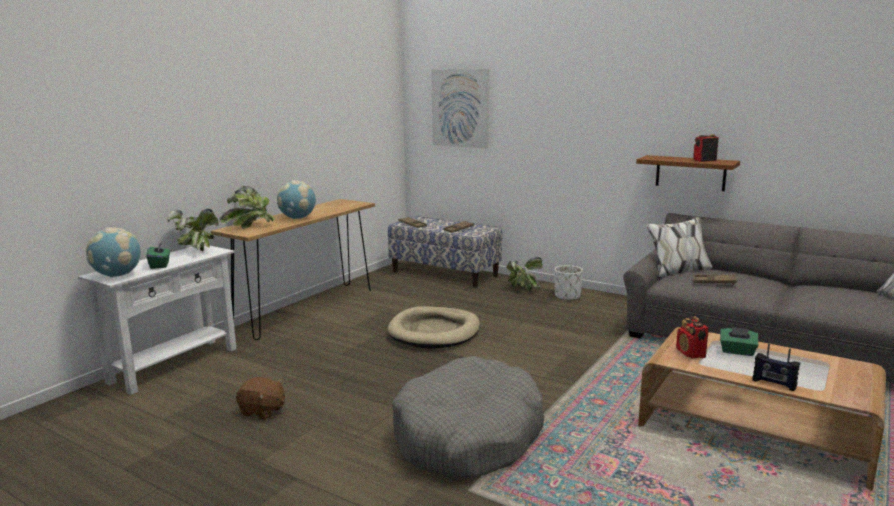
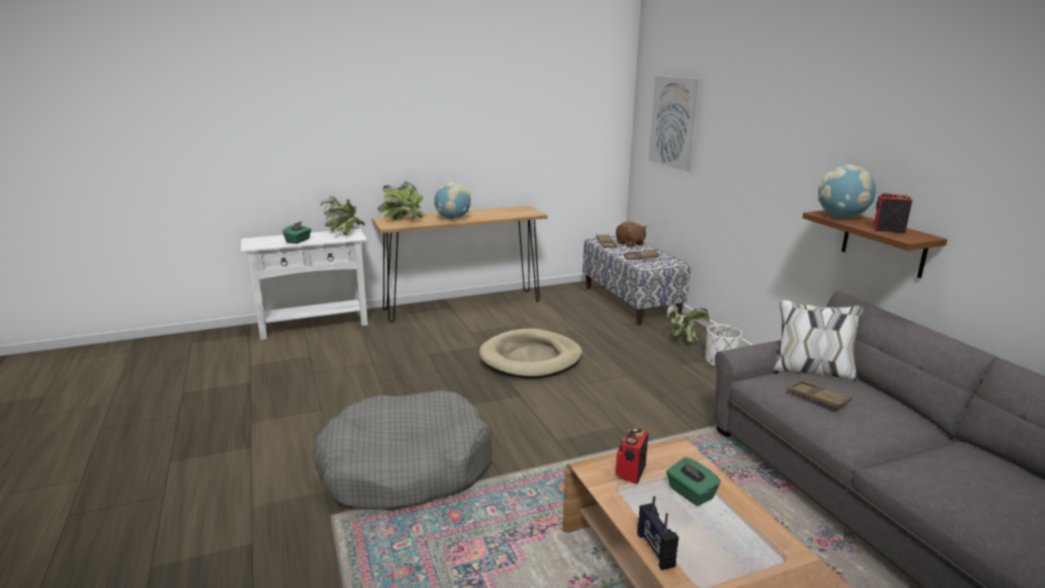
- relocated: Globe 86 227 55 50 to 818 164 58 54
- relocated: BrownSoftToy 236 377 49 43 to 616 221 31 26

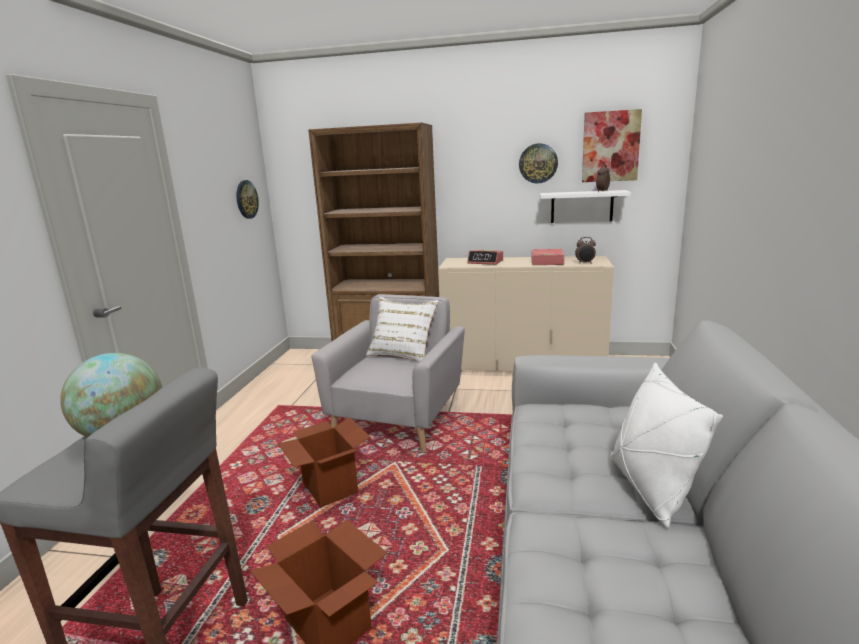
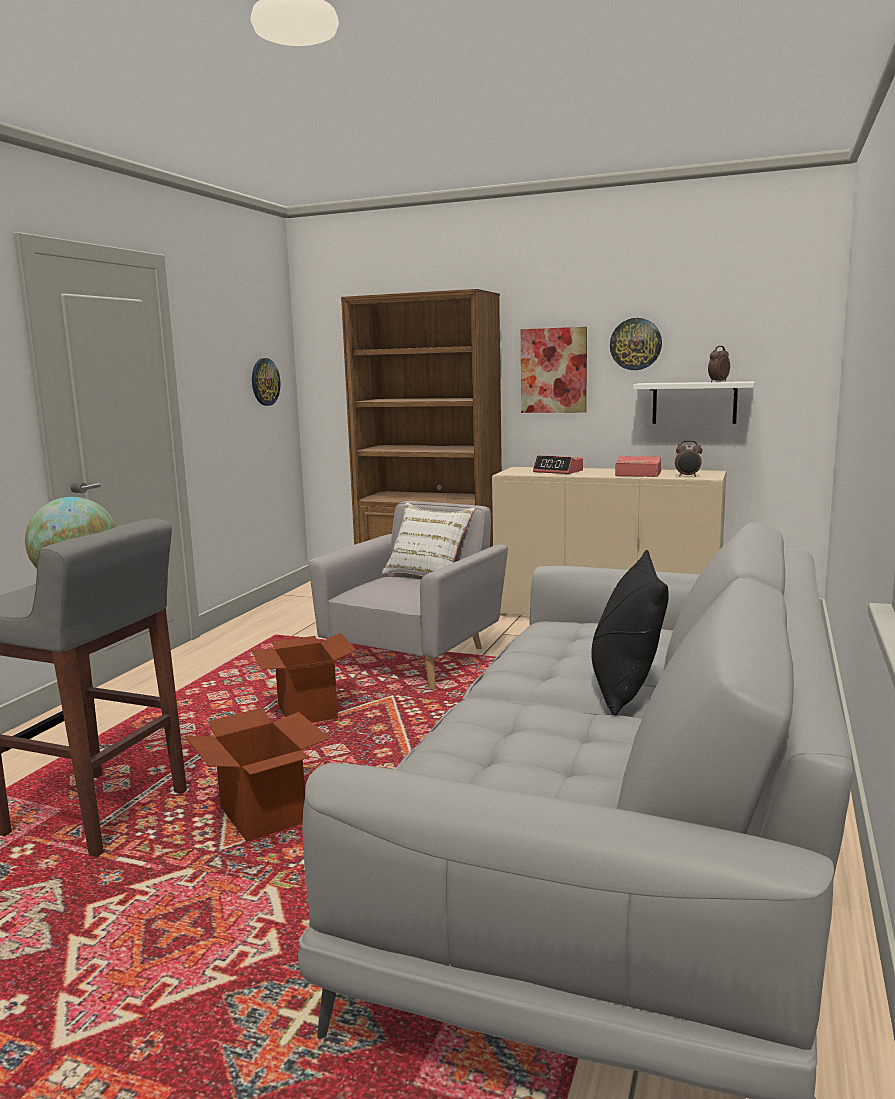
- relocated: WallArt 582 109 60 73 to 521 327 66 86
- colour: WhiteColouredCushion 610 363 113 165 to BlackColouredCushion 591 550 78 166

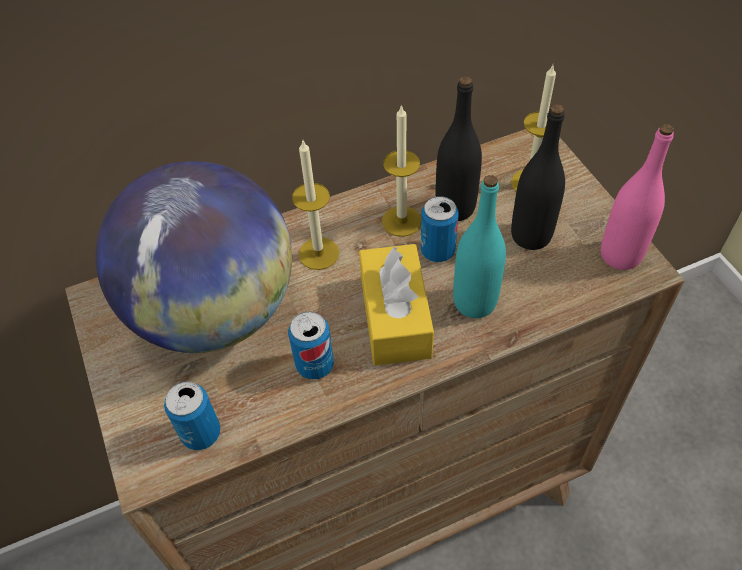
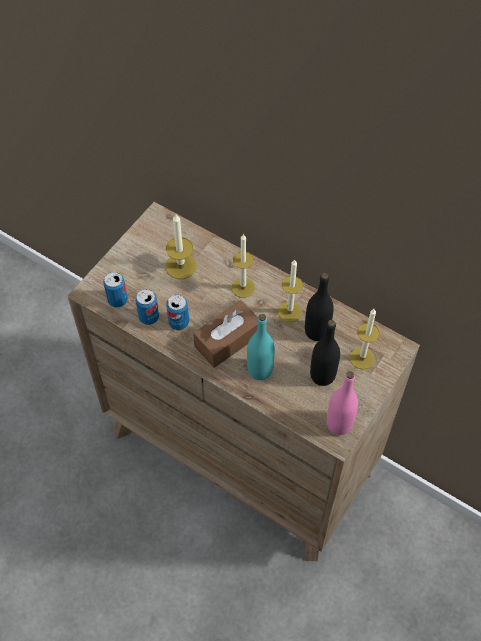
- exchanged: Globe 95 161 197 192 to WaxCandle 166 214 31 65
- colour: YellowTissueBox 359 244 75 122 to BrownTissueBox 193 300 65 68
- relocated: Can 421 196 37 66 to 135 289 24 36

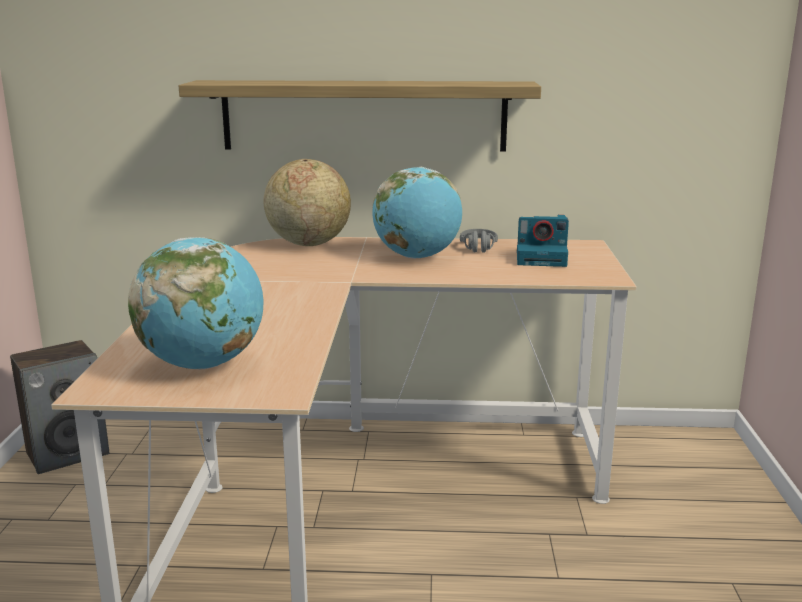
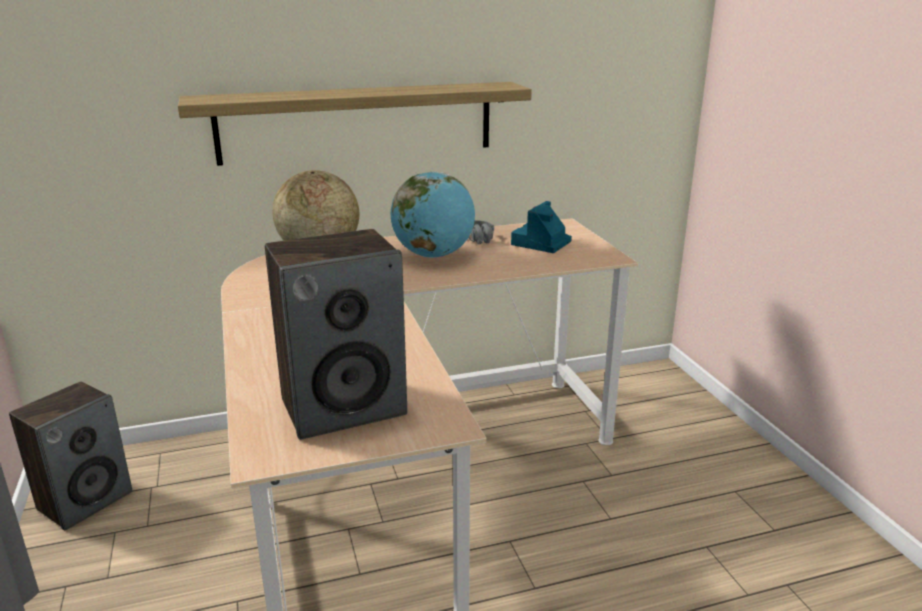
- exchanged: Globe 128 237 135 132 to AudioSpeaker 265 229 142 211
- spun: StillCamera 517 215 52 52 = 511 201 61 52 135 degrees clockwise

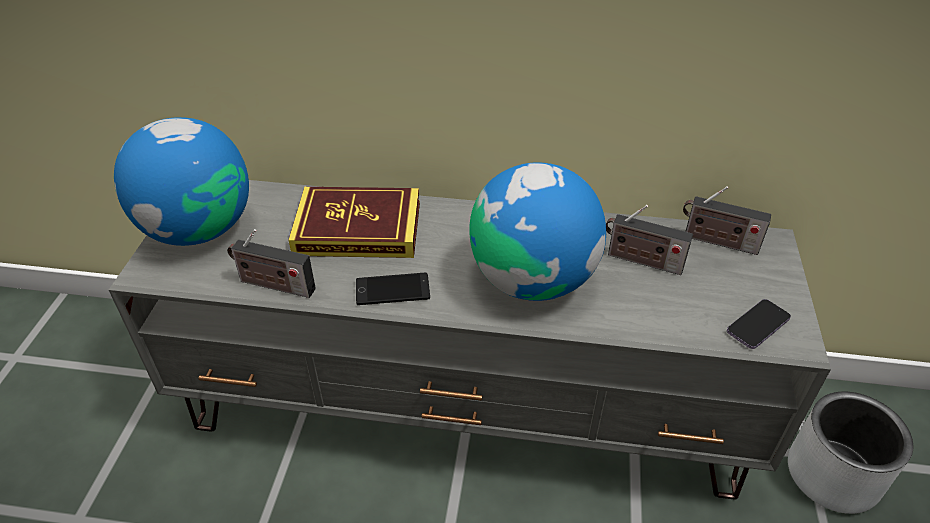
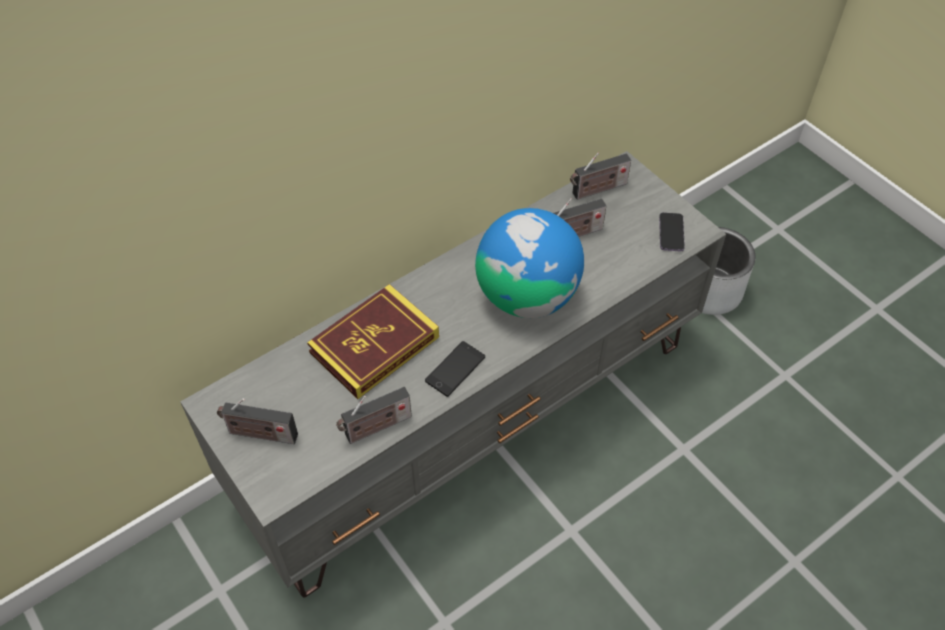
- exchanged: Globe 114 117 135 129 to Radio 217 398 81 46

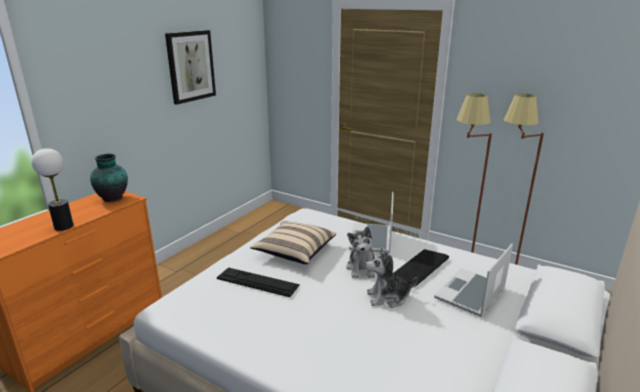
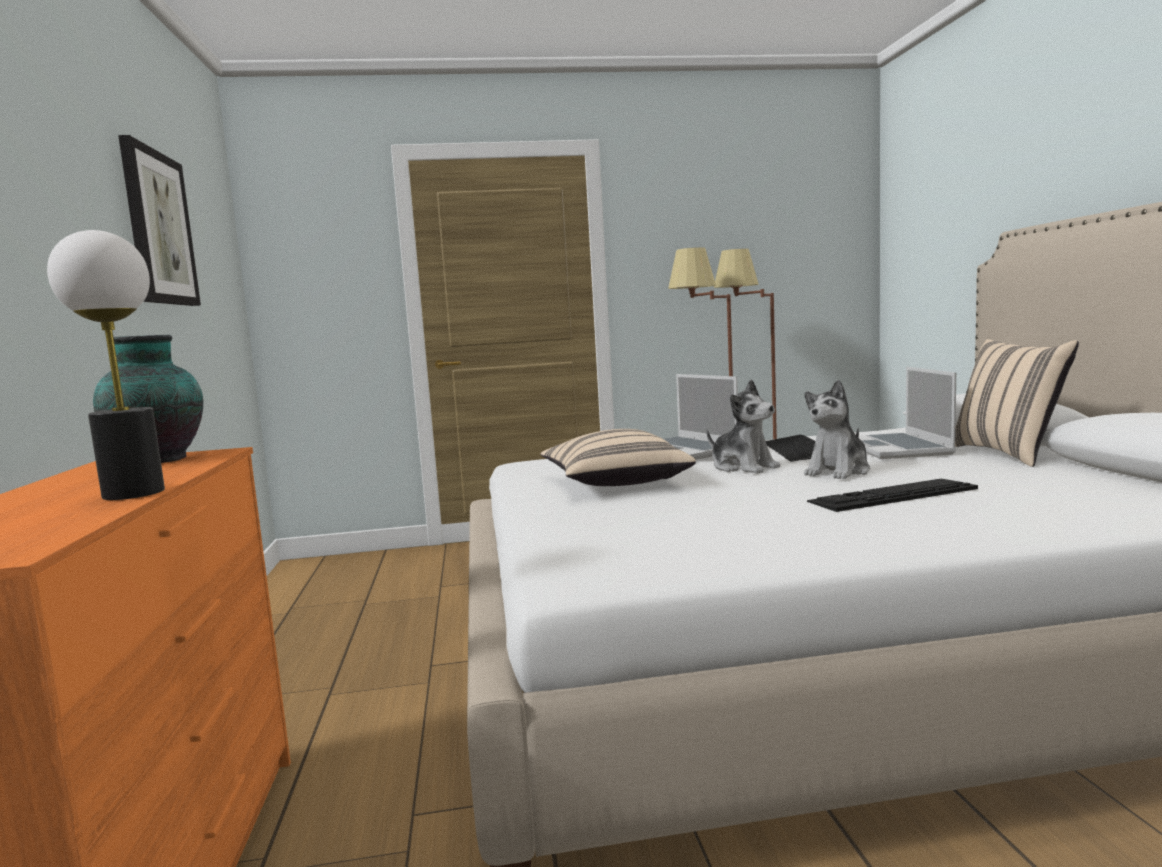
- relocated: Keyboard 217 267 83 30 to 807 479 171 33
- appeared: SandColouredCushion 955 339 124 128

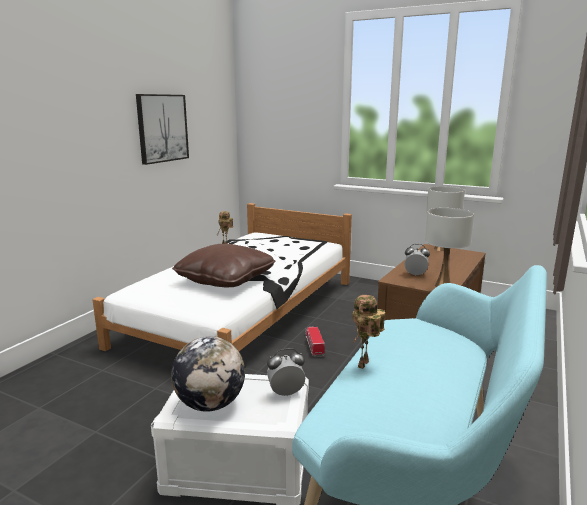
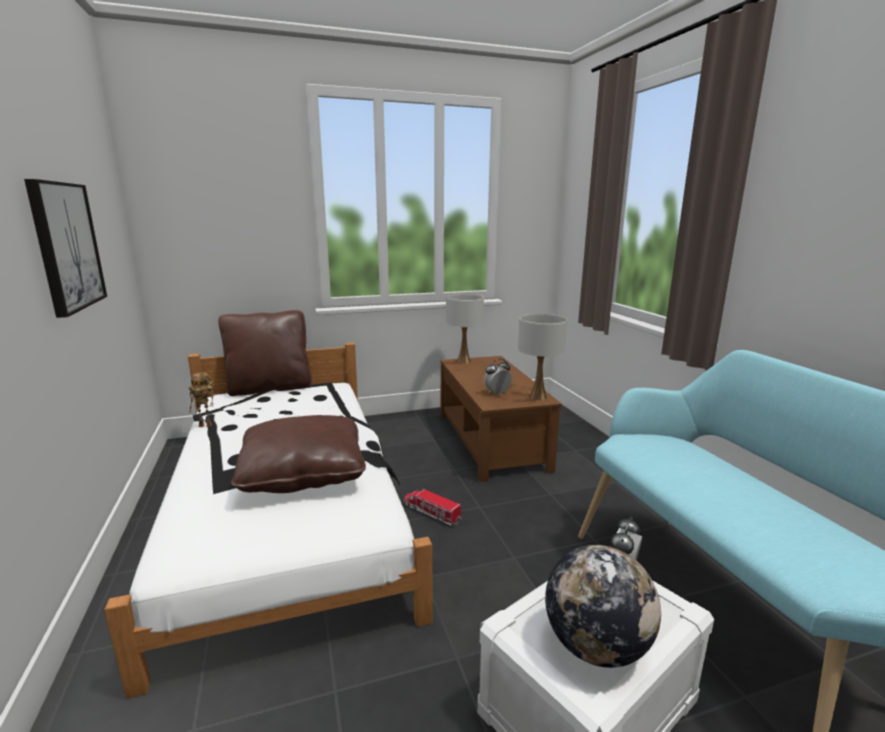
- missing: ToyRobot 352 295 33 74
- appeared: BrownCushion 218 310 94 86

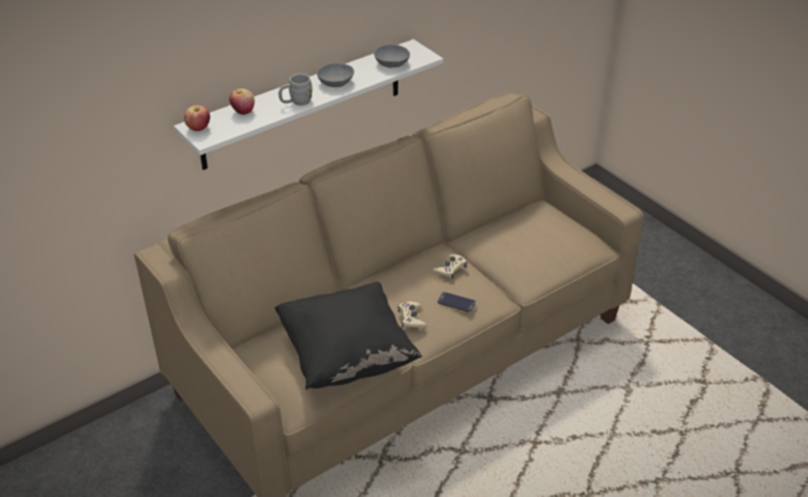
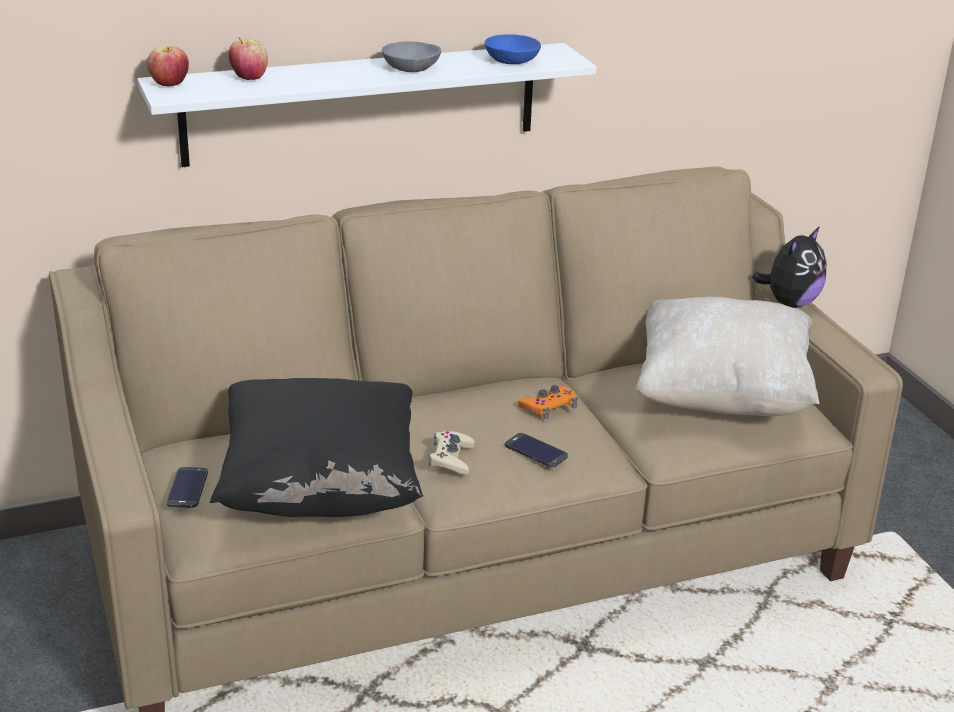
- missing: GrayTeaMug 279 74 33 32
- colour: GrayServingBowl 374 44 36 24 to BlueServingBowl 484 34 57 30
- colour: SandColouredGameController 433 254 34 25 to OrangeyGameController 518 385 60 34
- appeared: Phone 167 467 41 41
- appeared: SandColouredCushion 635 296 184 120
- appeared: SoftToy 751 226 75 82

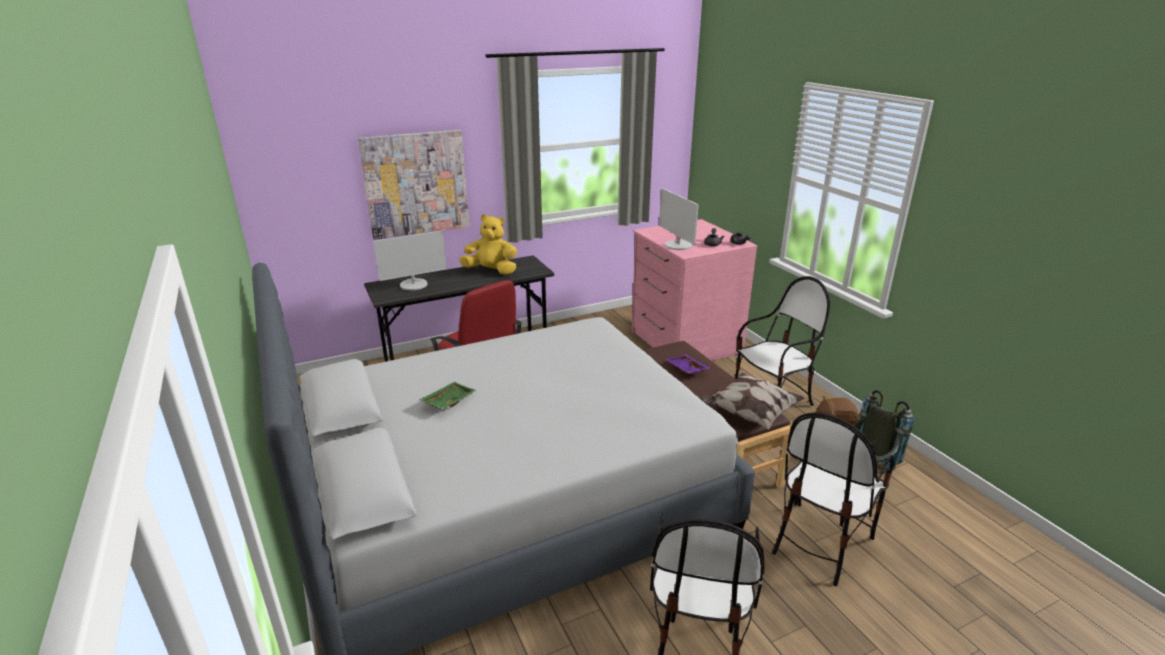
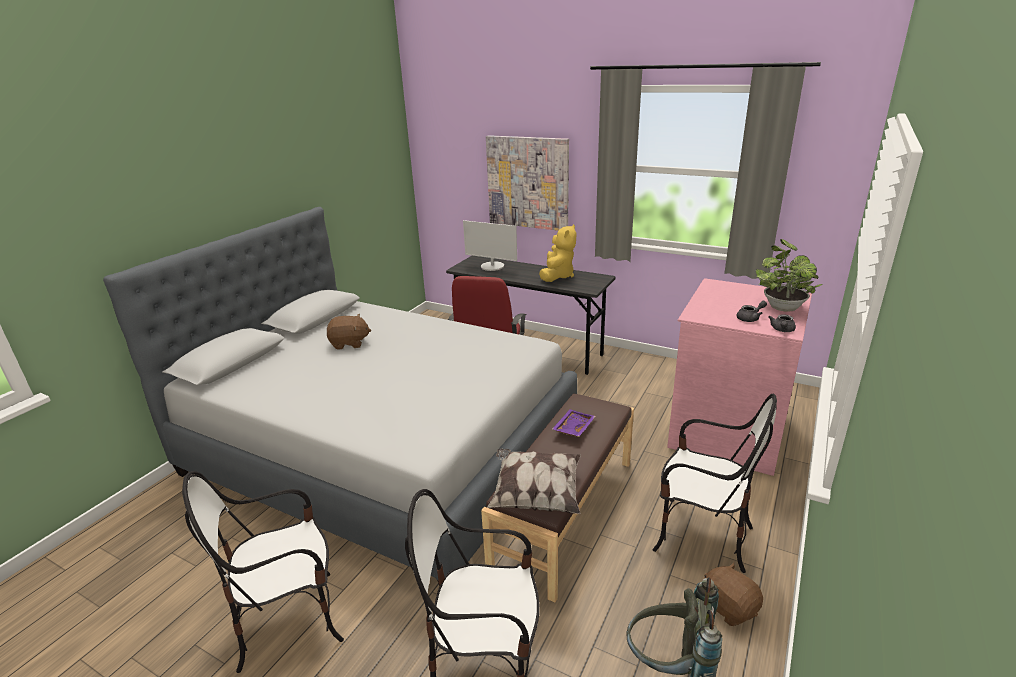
- exchanged: GreenishCarryingTray 419 382 58 27 to BrownSoftToy 327 314 44 36
- spun: YellowSoftToy 459 214 58 61 = 539 224 38 58 45 degrees clockwise
- missing: Monitor 659 188 40 62
- appeared: Houseplant 755 239 68 73

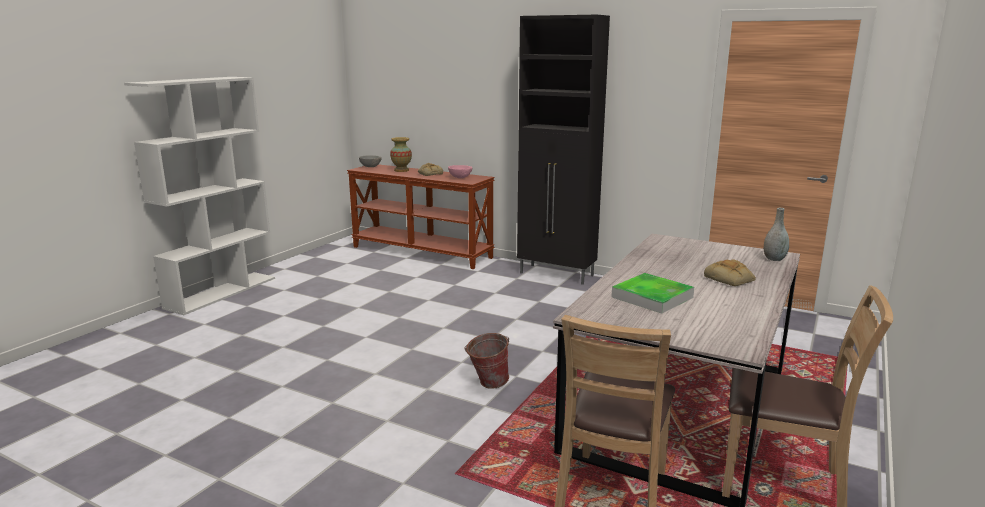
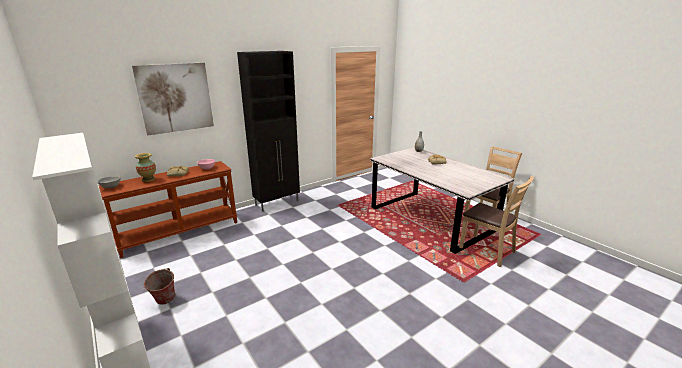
- relocated: WaterBucket 464 333 45 56 to 143 268 32 37
- missing: CarryingTray 611 273 83 41
- appeared: WallArt 132 63 82 73

